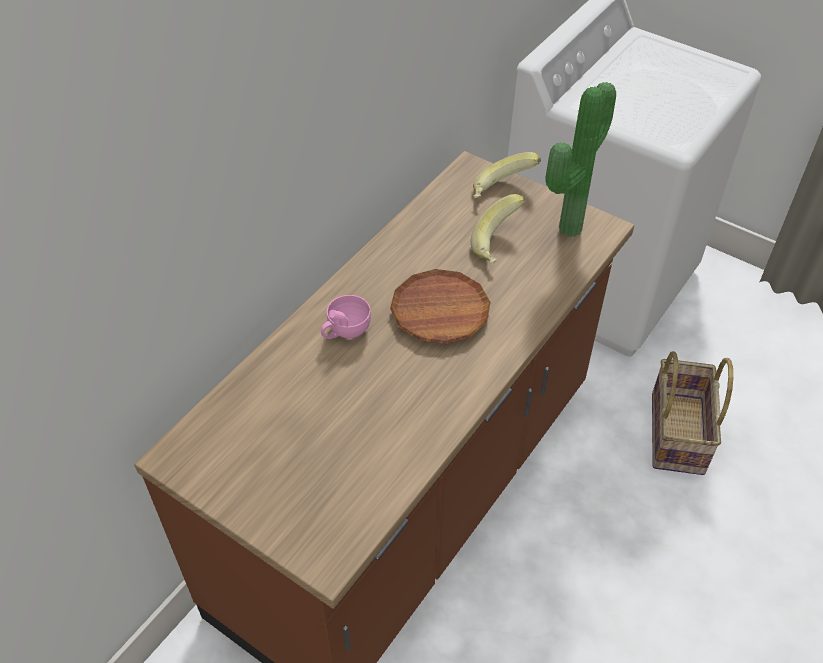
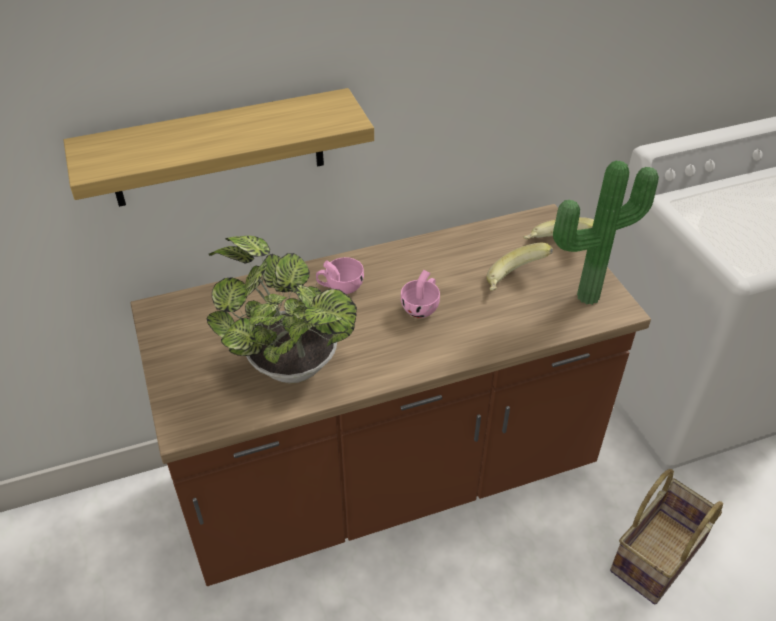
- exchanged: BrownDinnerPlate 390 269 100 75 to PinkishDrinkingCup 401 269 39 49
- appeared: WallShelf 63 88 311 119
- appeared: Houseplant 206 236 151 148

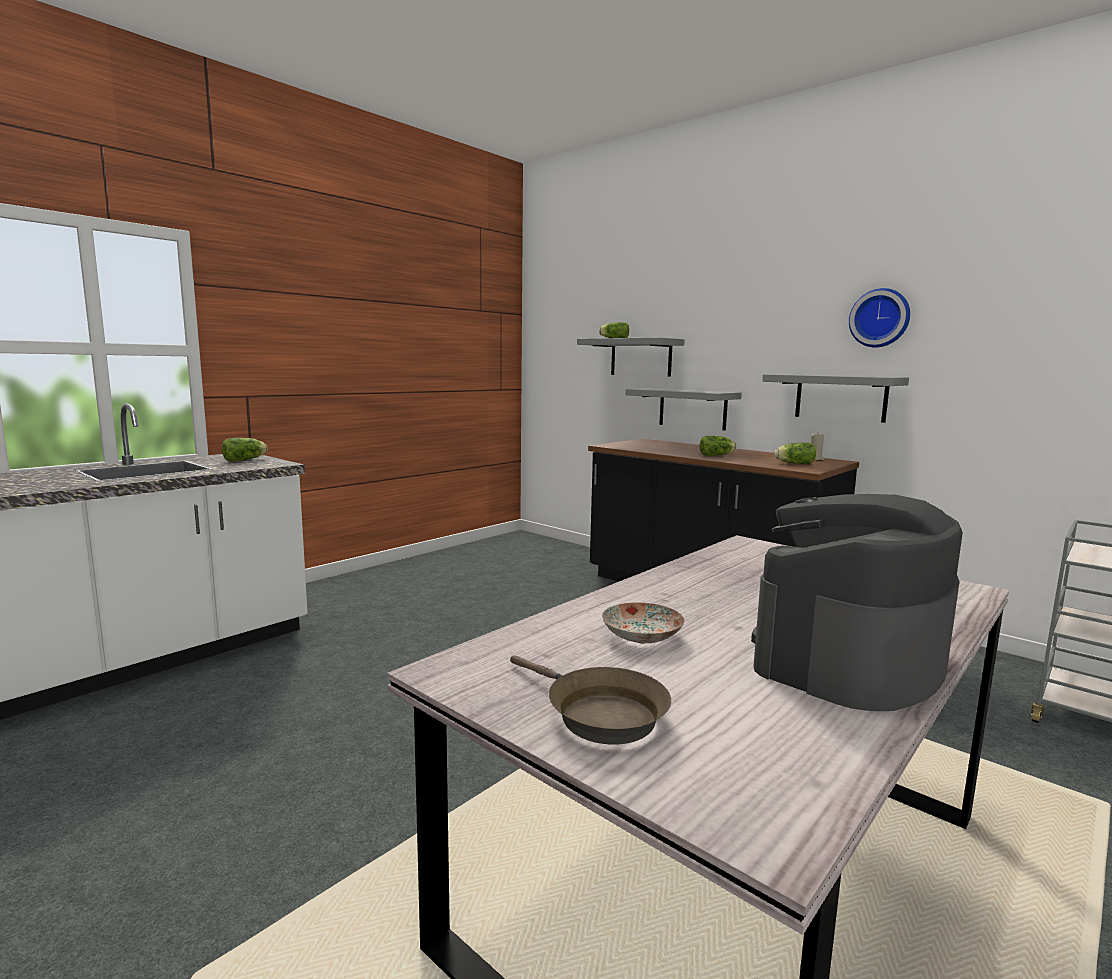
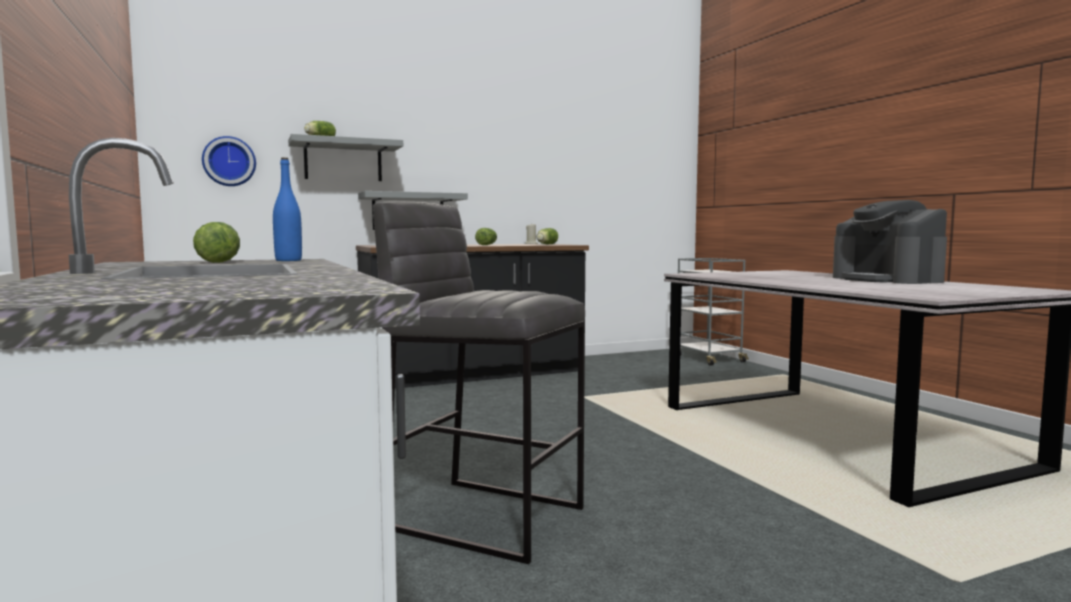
- missing: BrownFryingPan 510 655 161 90
- missing: DinnerPlate 602 602 82 42
- missing: GrayWallShelf 762 374 147 49
- relocated: ClockOnTheWall 849 288 61 60 to 202 136 54 50
- appeared: BlueDrinkBottle 273 158 29 103
- appeared: GrayStoolSeat 373 202 212 362

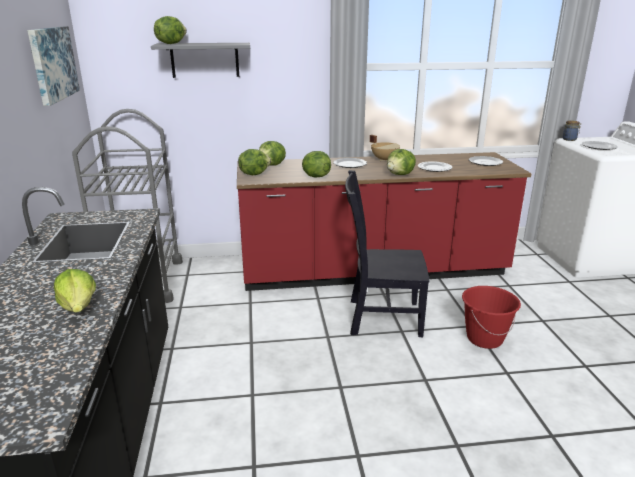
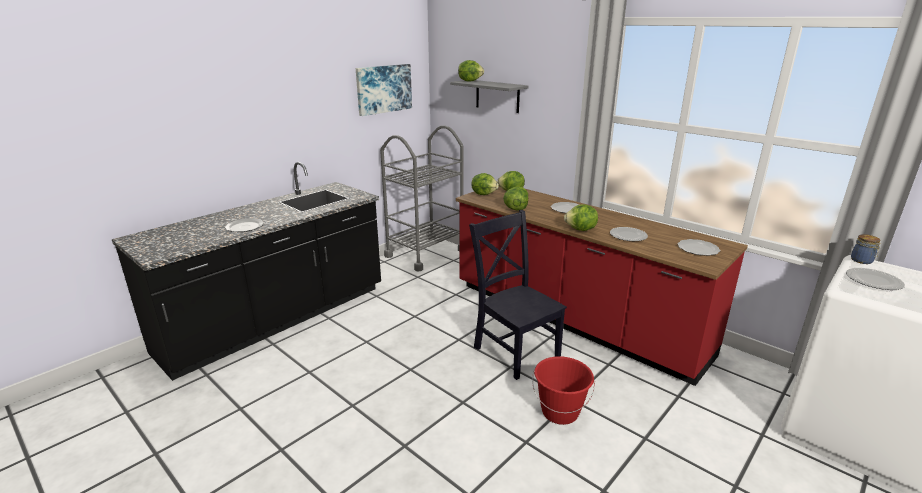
- exchanged: Lettuce 54 269 42 44 to DinnerPlate 225 218 39 14
- missing: SandColouredStockpot 370 135 30 26

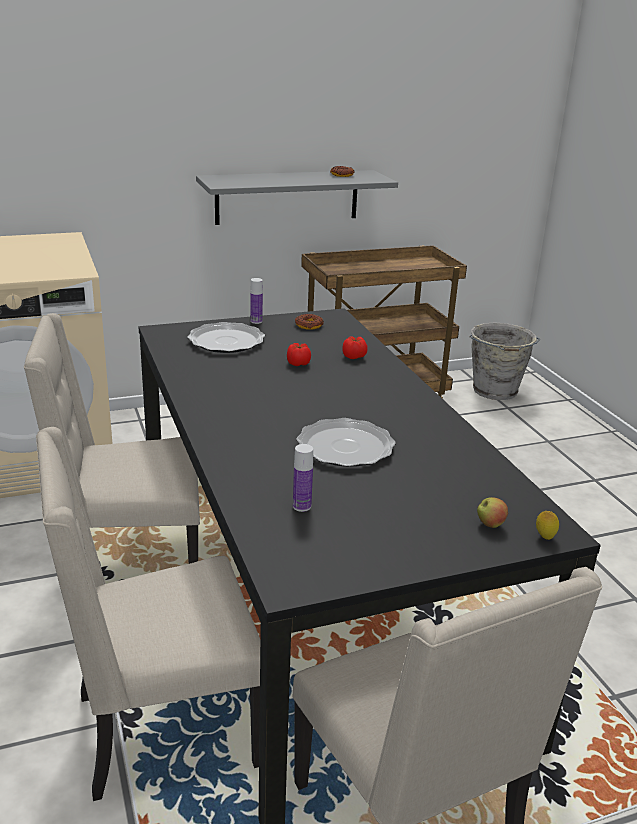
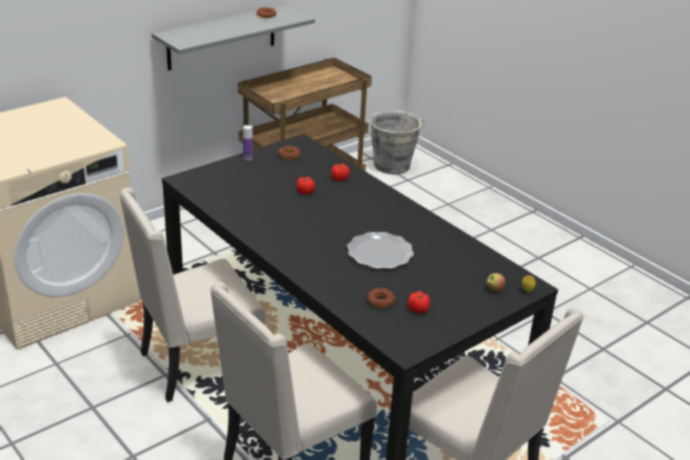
- missing: DinnerPlate 187 322 78 31
- exchanged: DrinkBottle 293 444 20 68 to Donut 367 288 28 20
- appeared: WholeTomato 408 291 22 22

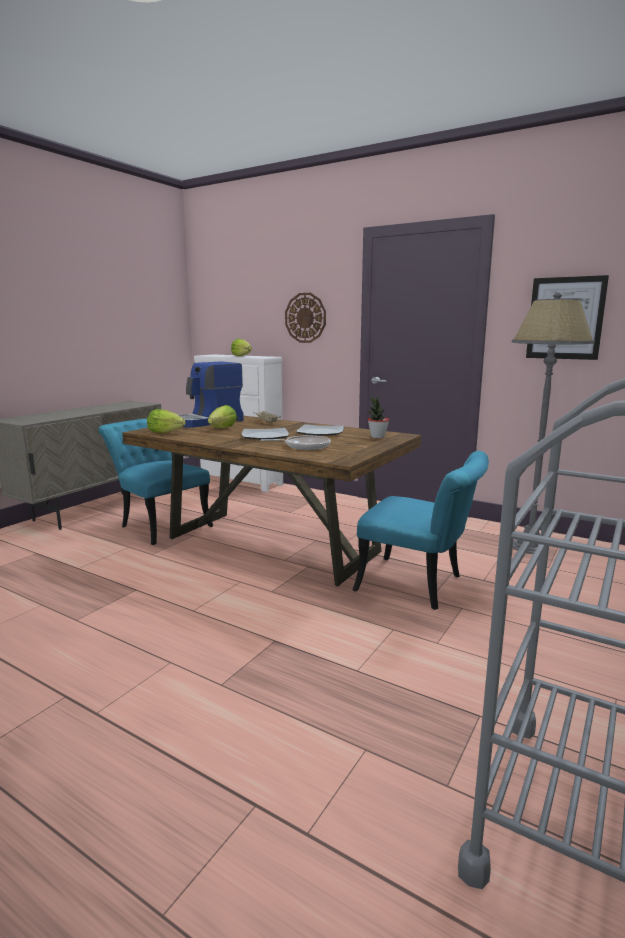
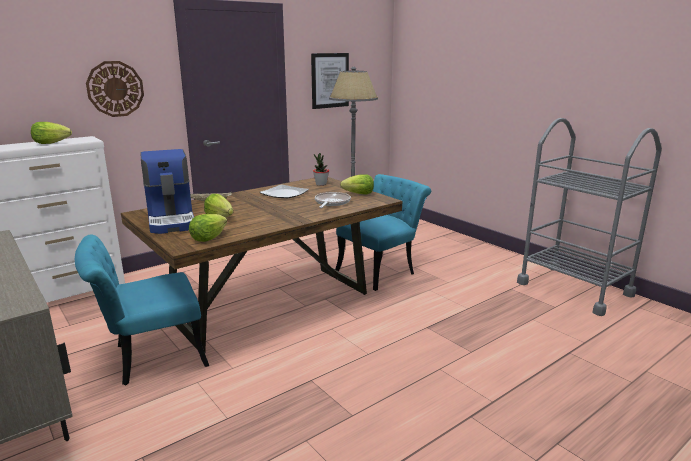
- missing: DinnerPlate 242 428 47 12
- appeared: Lettuce 340 174 34 21

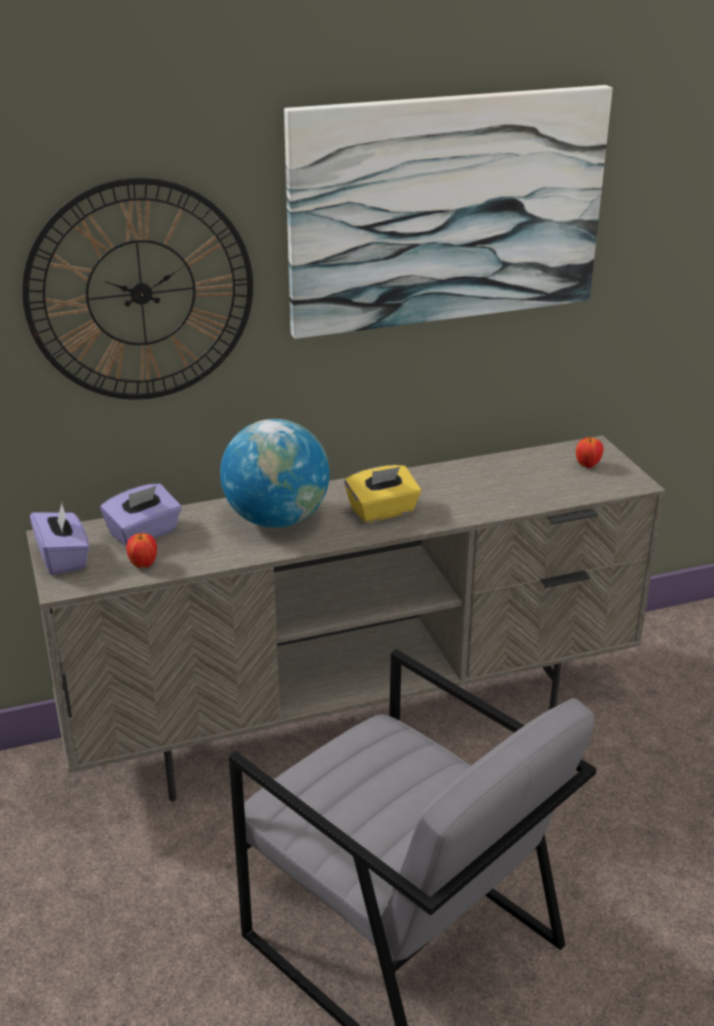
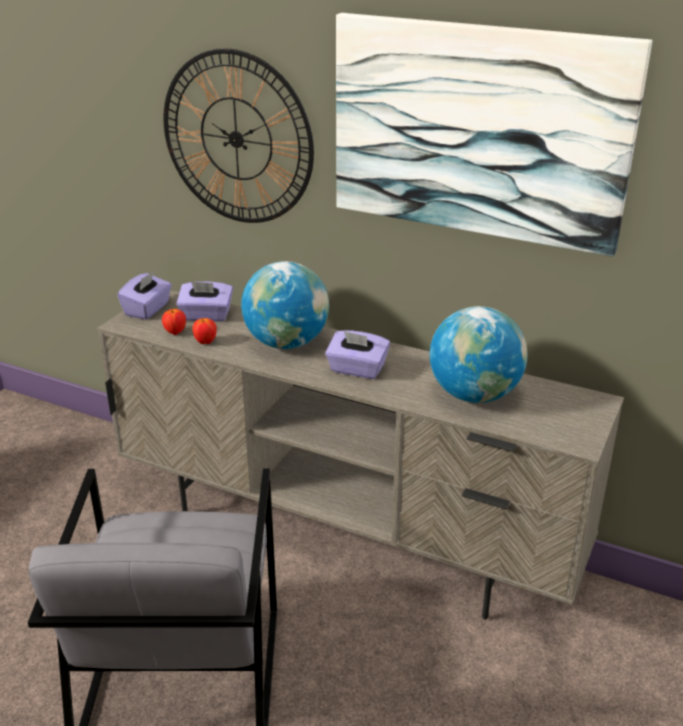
- colour: YellowTissueBox 344 465 77 58 to PurpleColouredTissueBox 325 330 65 49
- relocated: AppleFruit 576 437 27 31 to 193 317 24 27
- appeared: Globe 430 306 98 97

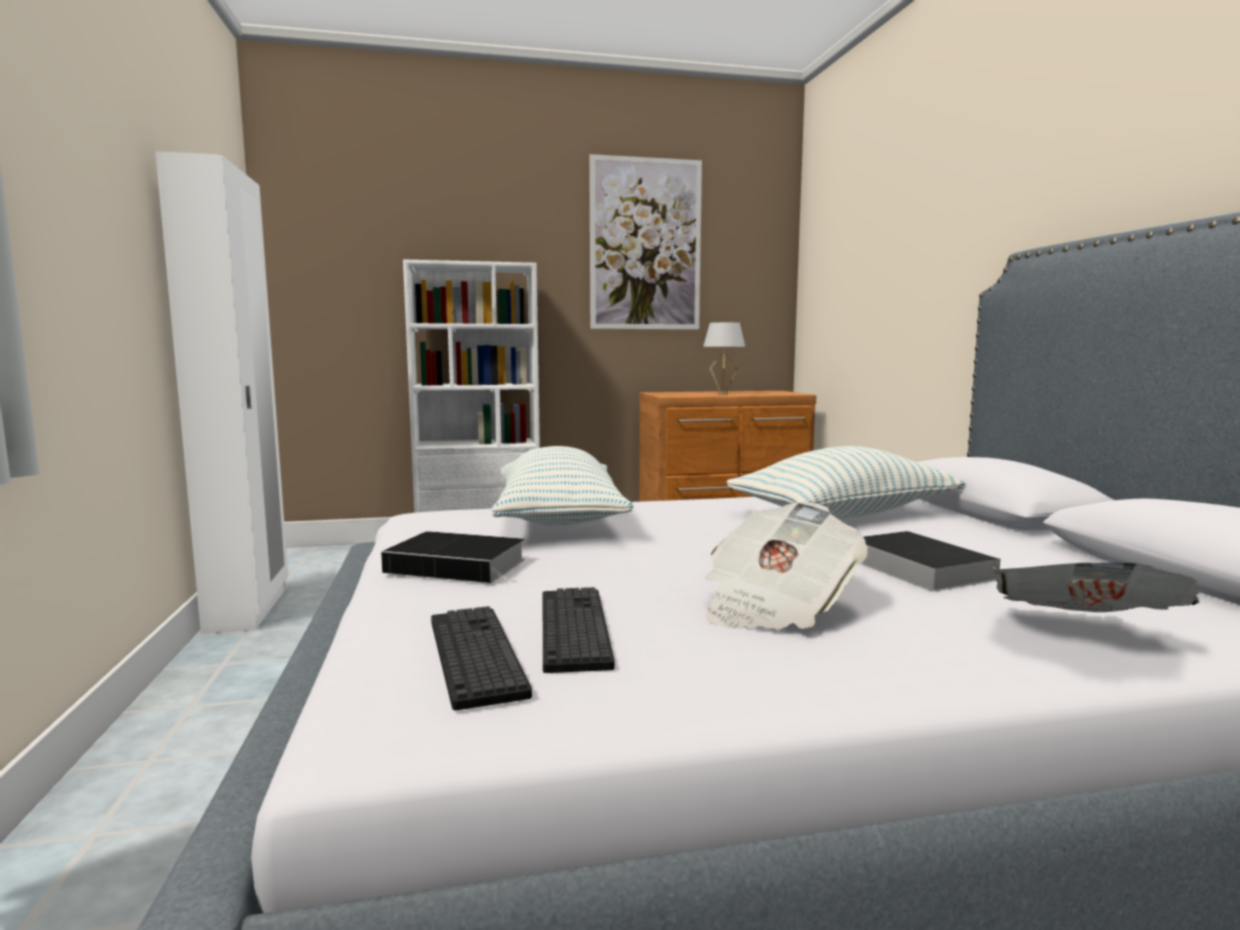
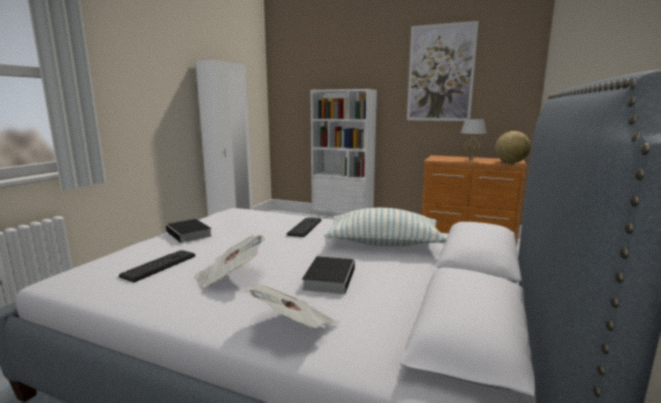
- relocated: Keyboard 431 606 101 104 to 287 217 34 20
- missing: Cushion 491 446 142 80
- appeared: Globe 495 131 36 32

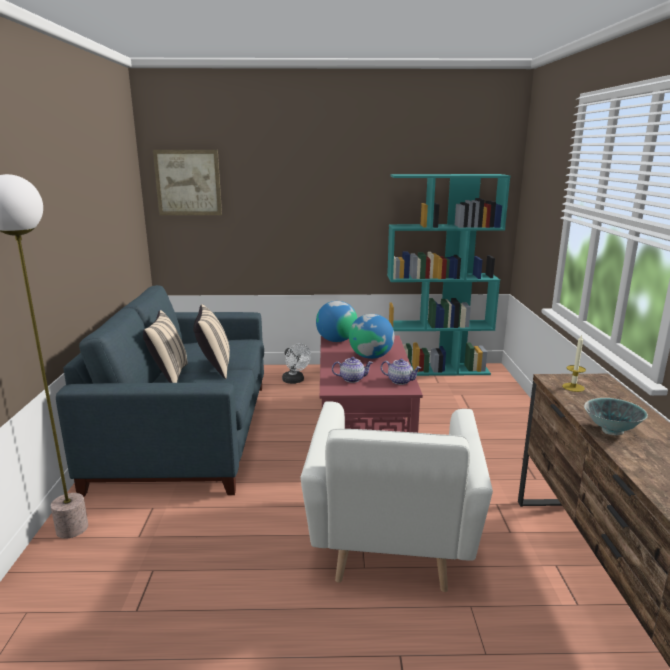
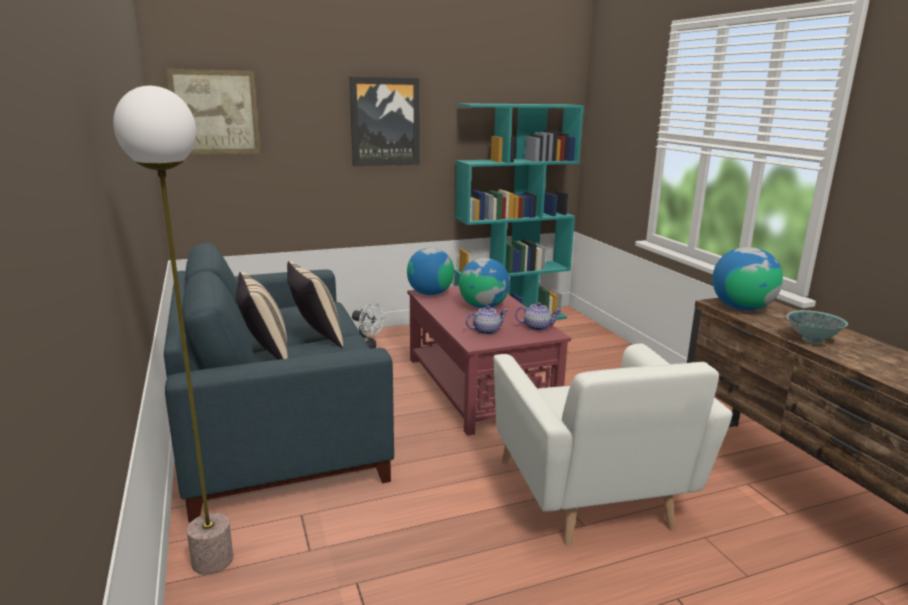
- exchanged: WaxCandle 562 334 24 58 to Globe 712 247 71 63
- appeared: WallArt 350 77 70 89

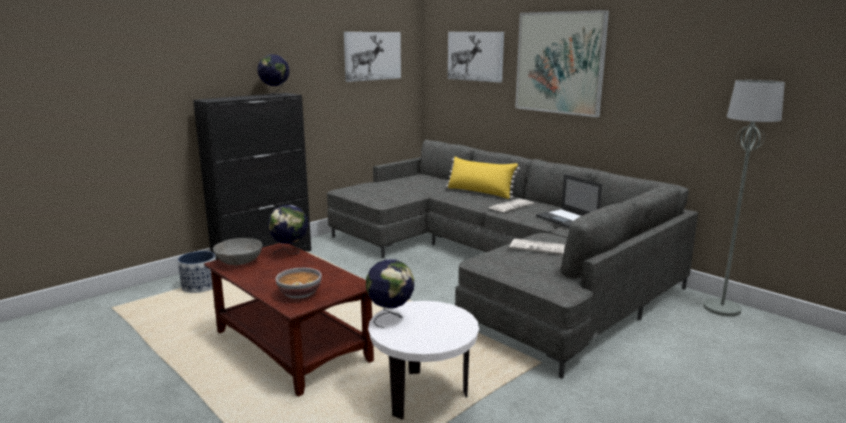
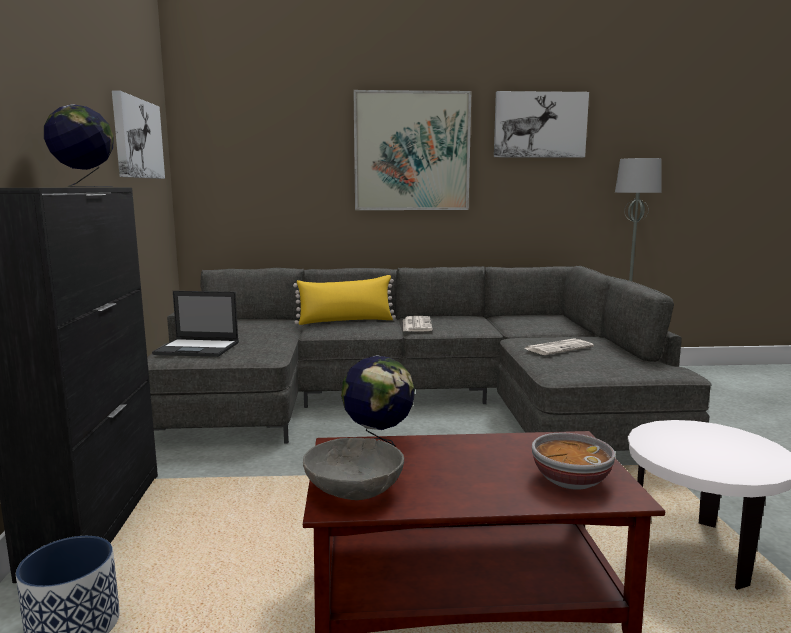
- missing: Globe 366 259 48 69
- relocated: WallArt 448 32 56 51 to 494 91 95 67
- relocated: Laptop 536 174 66 54 to 152 291 87 66

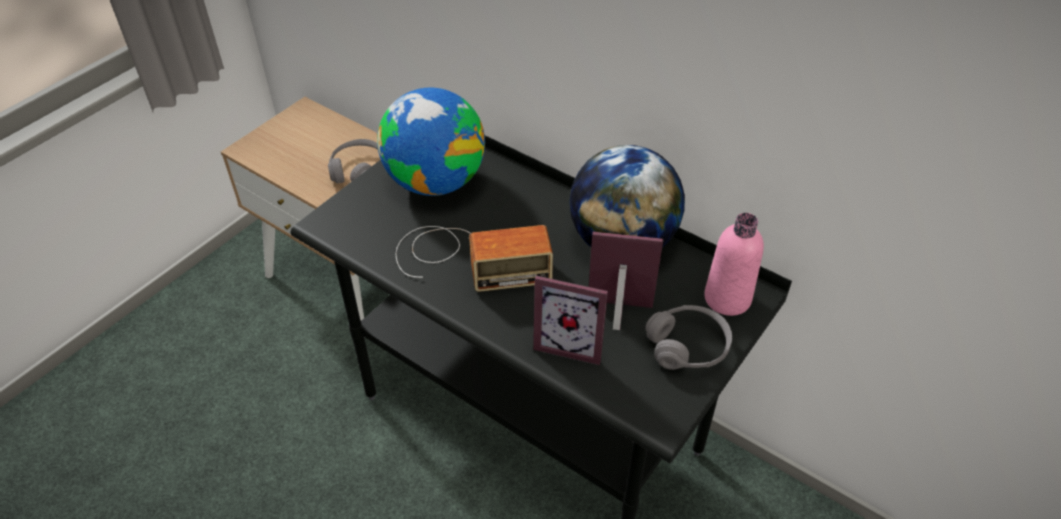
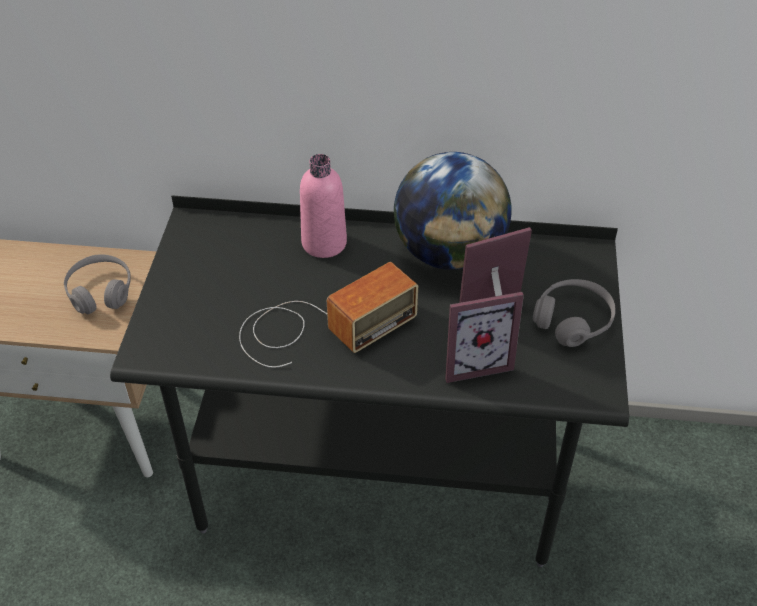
- missing: Globe 377 87 108 109
- relocated: PinkishDrinkBottle 704 213 60 103 to 300 154 47 104

